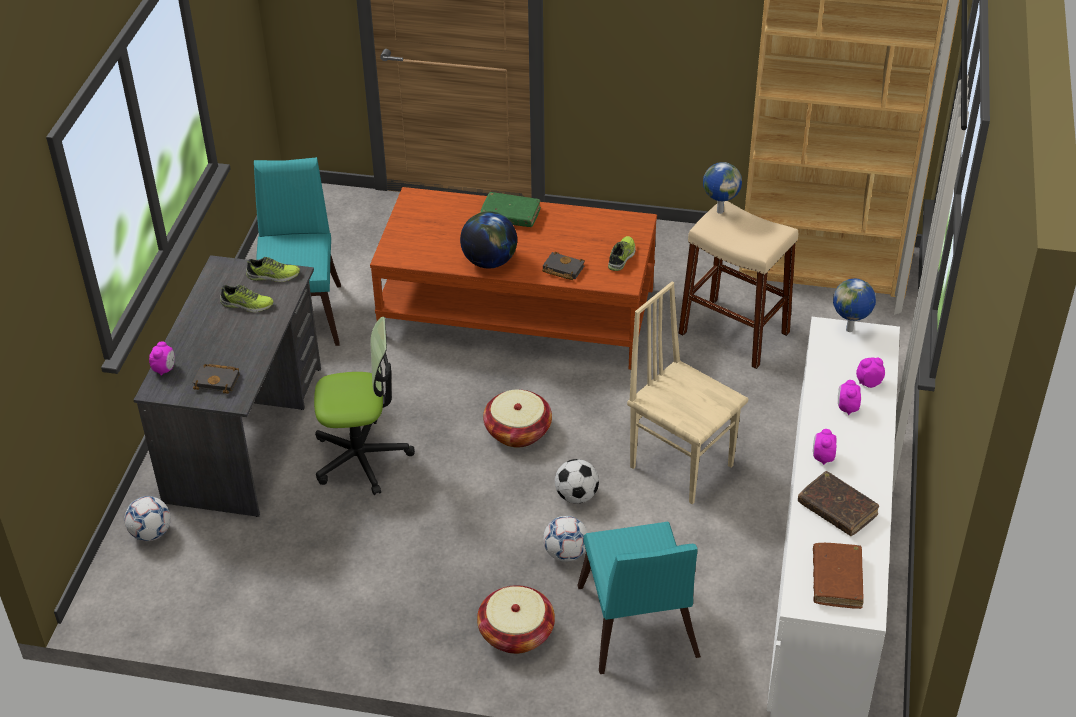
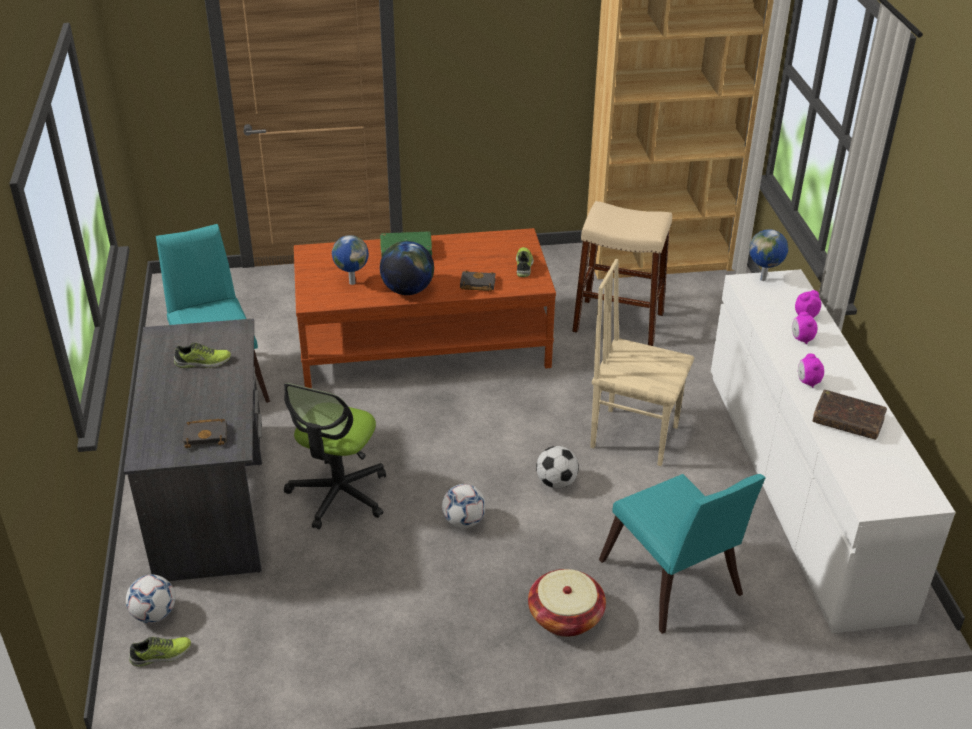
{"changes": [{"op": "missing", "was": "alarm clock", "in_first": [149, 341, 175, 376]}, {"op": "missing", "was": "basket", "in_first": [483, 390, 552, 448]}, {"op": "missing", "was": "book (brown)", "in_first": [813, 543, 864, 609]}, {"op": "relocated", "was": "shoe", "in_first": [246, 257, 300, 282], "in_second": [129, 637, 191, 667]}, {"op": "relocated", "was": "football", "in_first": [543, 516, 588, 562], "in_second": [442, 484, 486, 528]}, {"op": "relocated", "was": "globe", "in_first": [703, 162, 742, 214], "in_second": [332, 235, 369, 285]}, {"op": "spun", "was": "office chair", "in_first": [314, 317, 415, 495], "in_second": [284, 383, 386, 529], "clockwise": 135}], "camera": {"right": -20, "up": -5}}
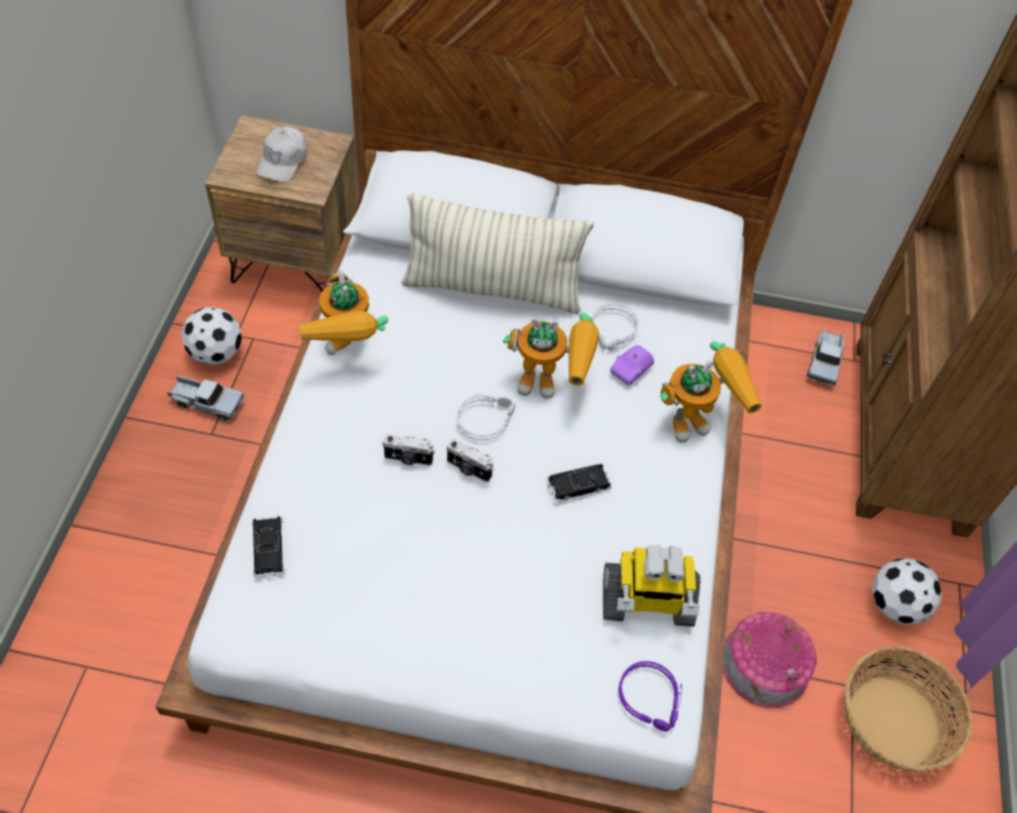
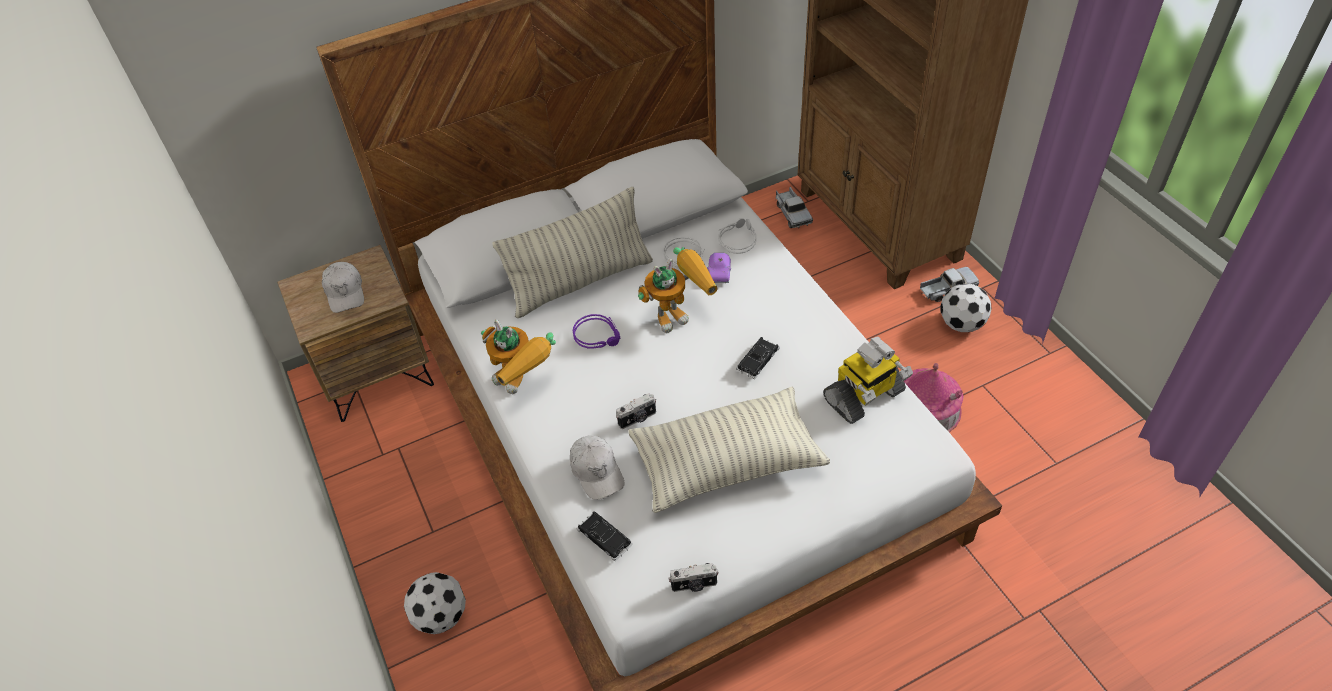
{"changes": [{"op": "missing", "was": "toy robot", "in_first": [660, 341, 762, 443]}, {"op": "missing", "was": "basket", "in_first": [844, 646, 973, 772]}, {"op": "appeared", "now": "cap (white)", "in_second": [570, 435, 625, 500]}, {"op": "appeared", "now": "pillow", "in_second": [628, 387, 830, 513]}, {"op": "relocated", "was": "toy truck", "in_first": [167, 375, 244, 421], "in_second": [920, 267, 979, 302]}, {"op": "relocated", "was": "football", "in_first": [181, 307, 242, 365], "in_second": [404, 572, 466, 634]}, {"op": "relocated", "was": "photo camera", "in_first": [447, 439, 494, 482], "in_second": [669, 563, 719, 592]}, {"op": "relocated", "was": "headphones (grey)", "in_first": [457, 394, 515, 441], "in_second": [718, 218, 756, 254]}, {"op": "relocated", "was": "headphones (purple)", "in_first": [618, 661, 682, 732], "in_second": [573, 314, 620, 349]}], "camera": {"right": -30, "up": -5}}
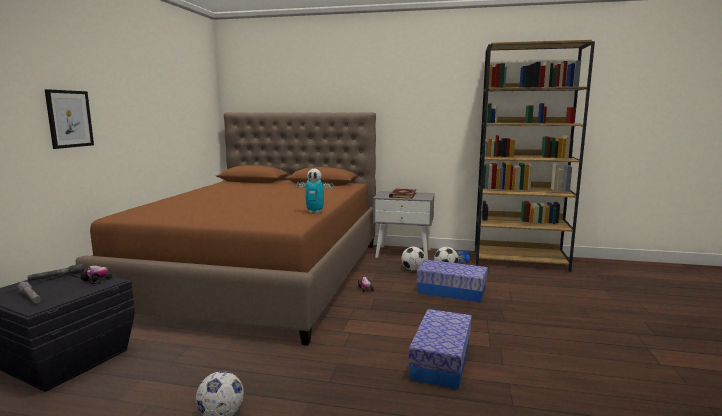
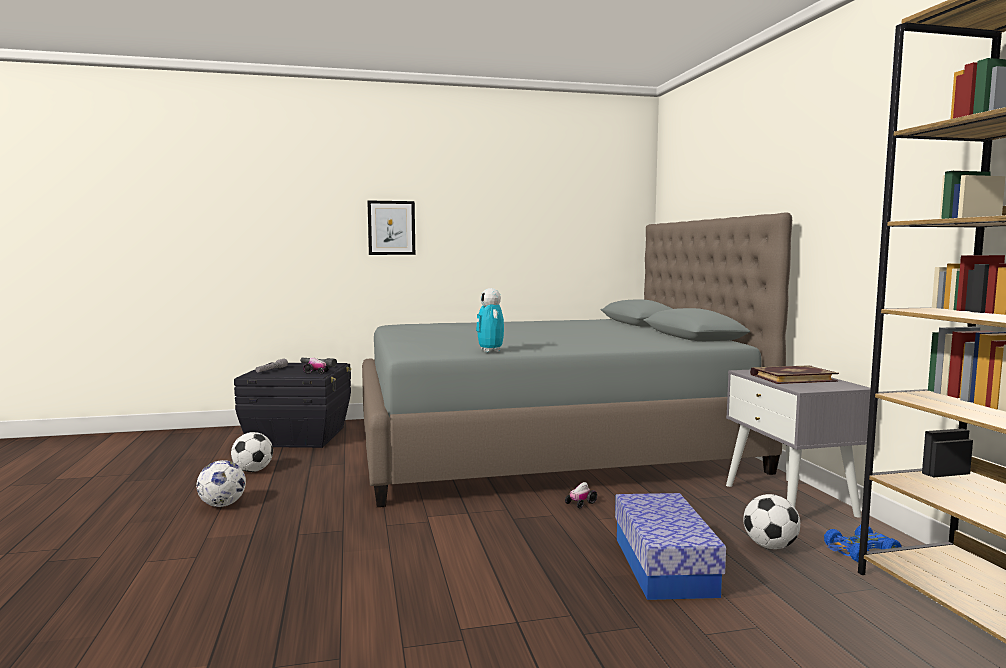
{"changes": [{"op": "missing", "was": "storage box", "in_first": [408, 309, 472, 390]}, {"op": "relocated", "was": "football", "in_first": [401, 247, 425, 271], "in_second": [231, 432, 273, 472]}, {"op": "colour", "was": "bed (brown)", "now": "bed (grey)", "in_first": [75, 112, 376, 345], "in_second": [362, 212, 792, 507]}], "camera": {"right": 65, "up": -5}}
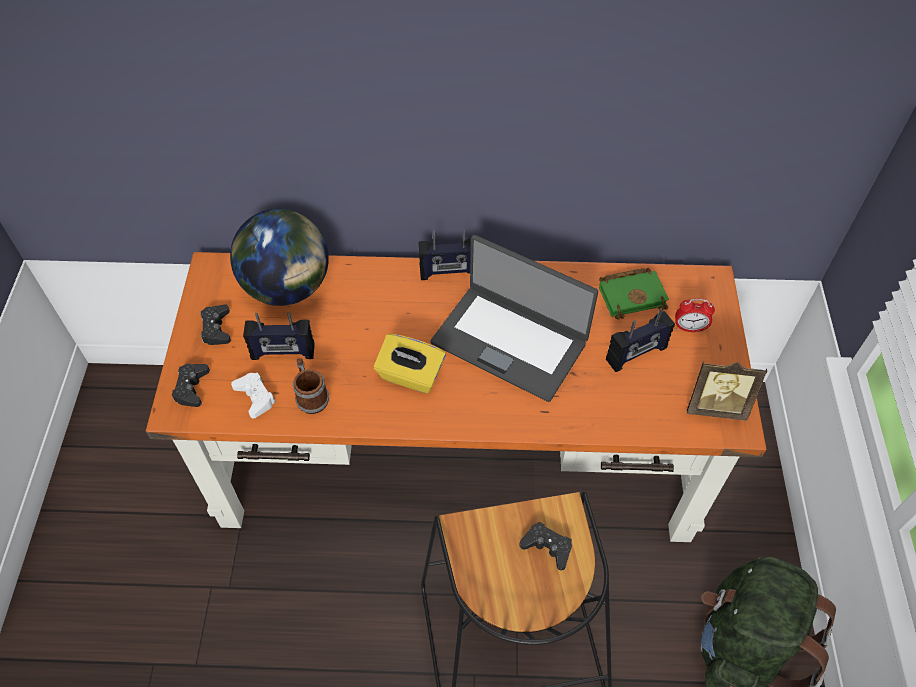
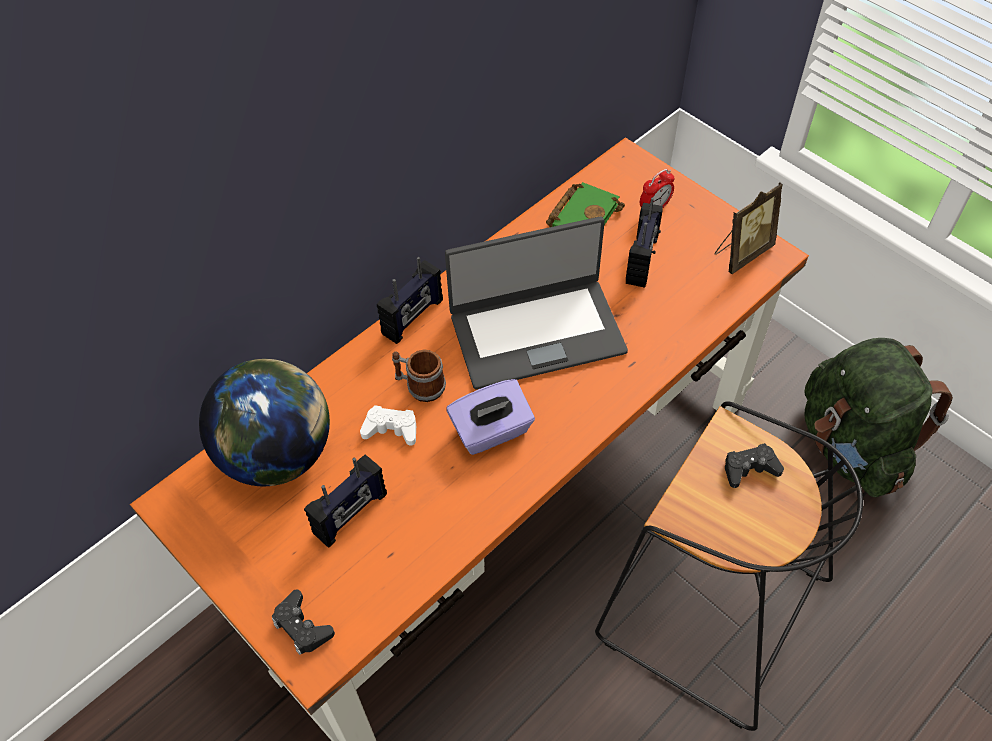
{"changes": [{"op": "missing", "was": "game controller (black)", "in_first": [201, 304, 231, 345]}, {"op": "relocated", "was": "game controller (white)", "in_first": [231, 373, 276, 418], "in_second": [360, 405, 416, 446]}, {"op": "relocated", "was": "mug", "in_first": [293, 358, 329, 414], "in_second": [392, 350, 446, 402]}, {"op": "colour", "was": "tissue box (yellow)", "now": "tissue box (purple)", "in_first": [374, 334, 446, 394], "in_second": [446, 379, 535, 455]}], "camera": {"right": -45, "up": 0}}
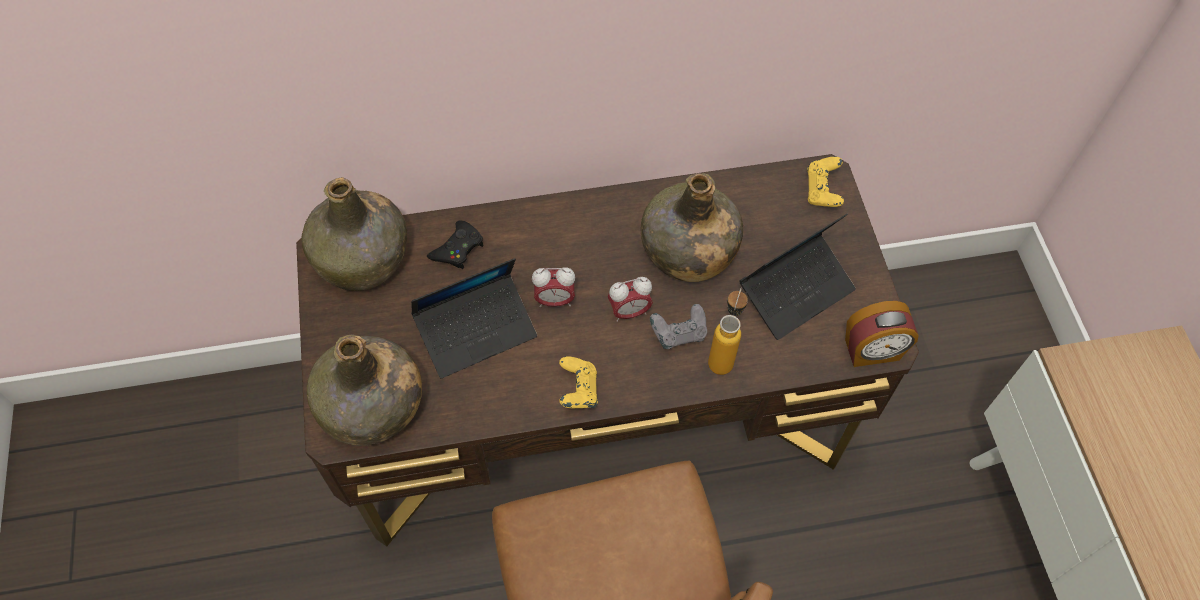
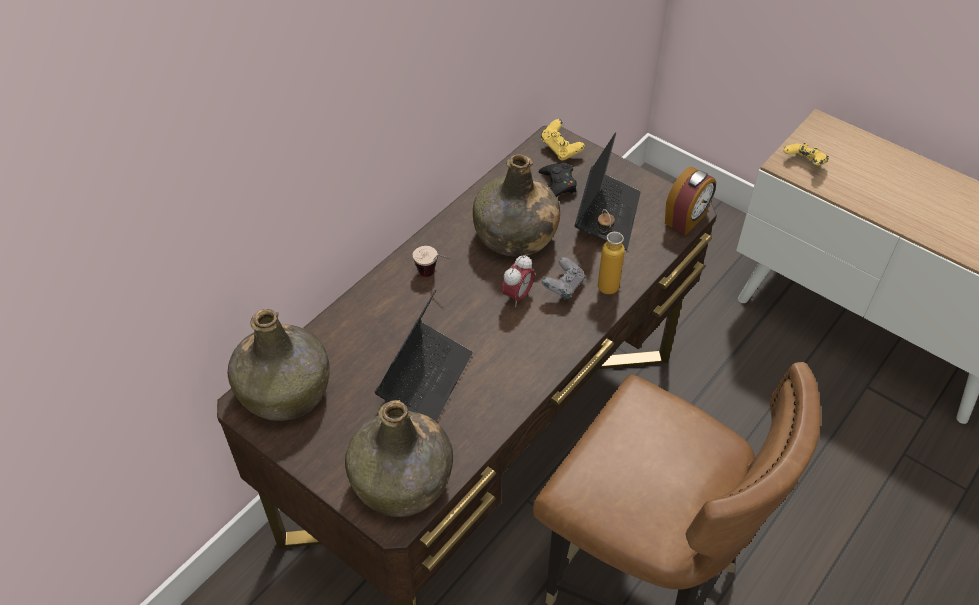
{"changes": [{"op": "missing", "was": "alarm clock", "in_first": [532, 267, 575, 307]}, {"op": "appeared", "now": "cup", "in_second": [413, 246, 450, 277]}, {"op": "relocated", "was": "game controller (black)", "in_first": [427, 221, 484, 269], "in_second": [539, 163, 577, 197]}, {"op": "relocated", "was": "game controller (yellow)", "in_first": [559, 356, 598, 408], "in_second": [783, 143, 829, 166]}], "camera": {"right": -40, "up": -10}}
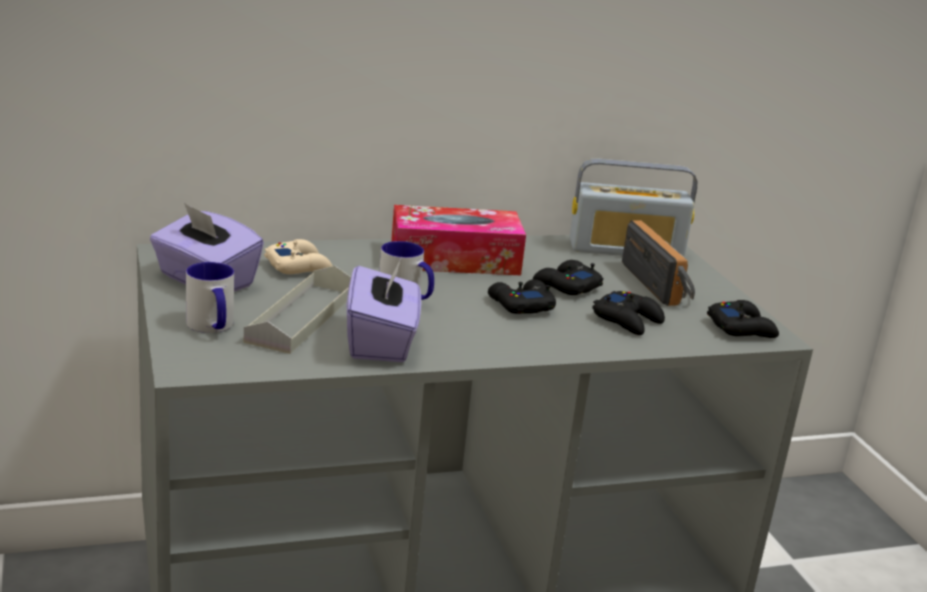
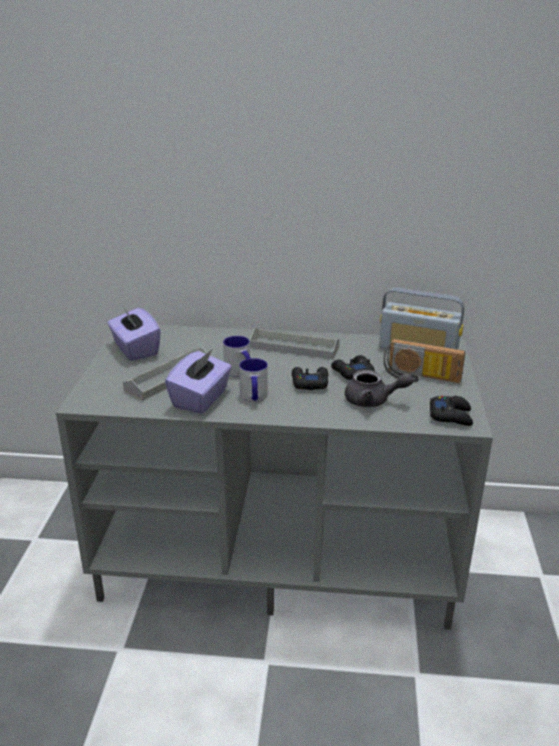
{"changes": [{"op": "missing", "was": "game controller (beige)", "in_first": [264, 239, 332, 274]}, {"op": "relocated", "was": "mug", "in_first": [186, 262, 234, 333], "in_second": [239, 358, 268, 402]}, {"op": "exchanged", "was": "tissue box", "now": "tray (grey)", "in_first": [391, 205, 526, 275], "in_second": [250, 328, 340, 359]}, {"op": "exchanged", "was": "game controller (black)", "now": "teapot (grey)", "in_first": [592, 291, 665, 335], "in_second": [345, 370, 413, 407]}, {"op": "spun", "was": "radio", "in_first": [622, 220, 695, 306], "in_second": [383, 339, 465, 383], "clockwise": 105}], "camera": {"right": 25, "up": 5}}
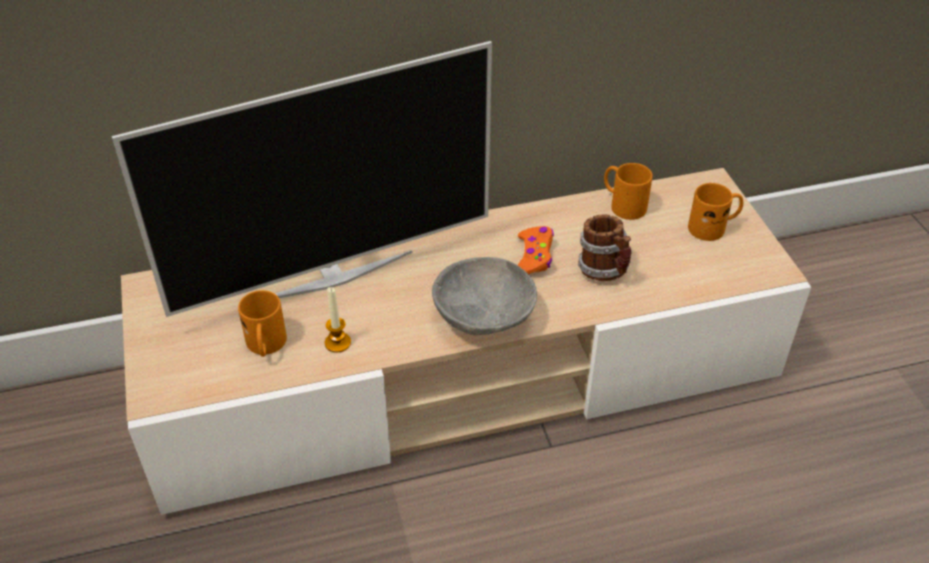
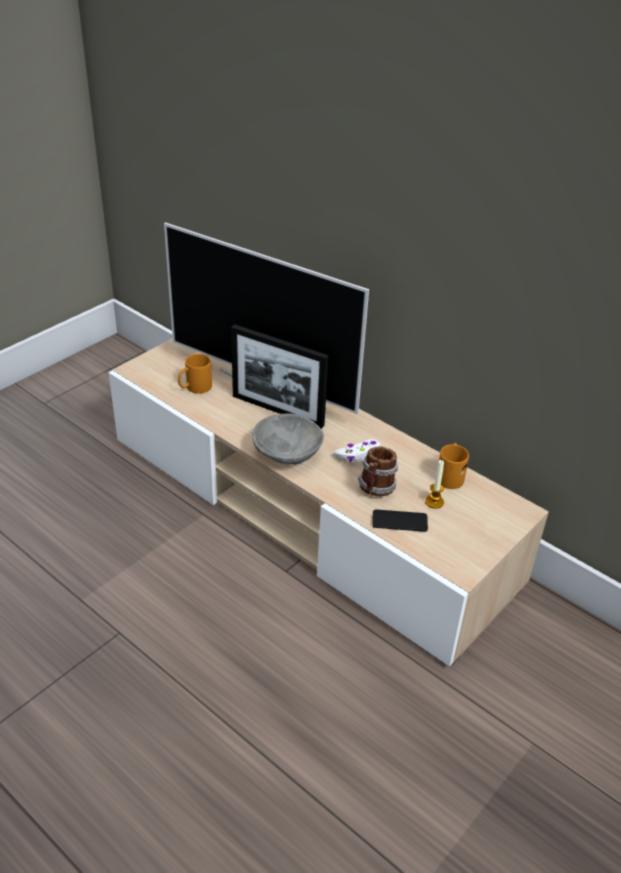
{"changes": [{"op": "missing", "was": "mug (orange)", "in_first": [688, 183, 743, 241]}, {"op": "appeared", "now": "picture frame", "in_second": [231, 324, 329, 429]}, {"op": "appeared", "now": "phone", "in_second": [372, 509, 428, 532]}, {"op": "relocated", "was": "candle", "in_first": [325, 287, 351, 353], "in_second": [425, 460, 444, 509]}, {"op": "colour", "was": "game controller (orange)", "now": "game controller (white)", "in_first": [518, 226, 554, 274], "in_second": [333, 439, 381, 462]}], "camera": {"right": 55, "up": -5}}
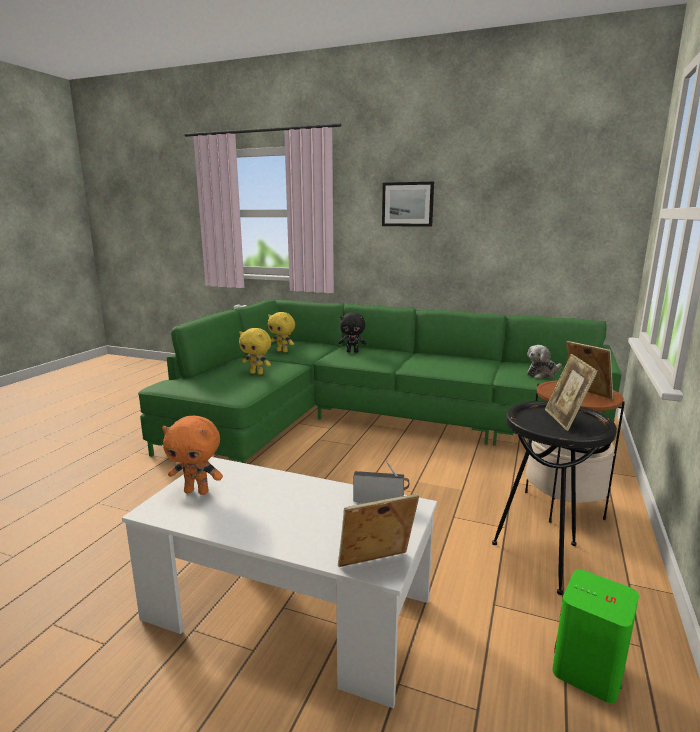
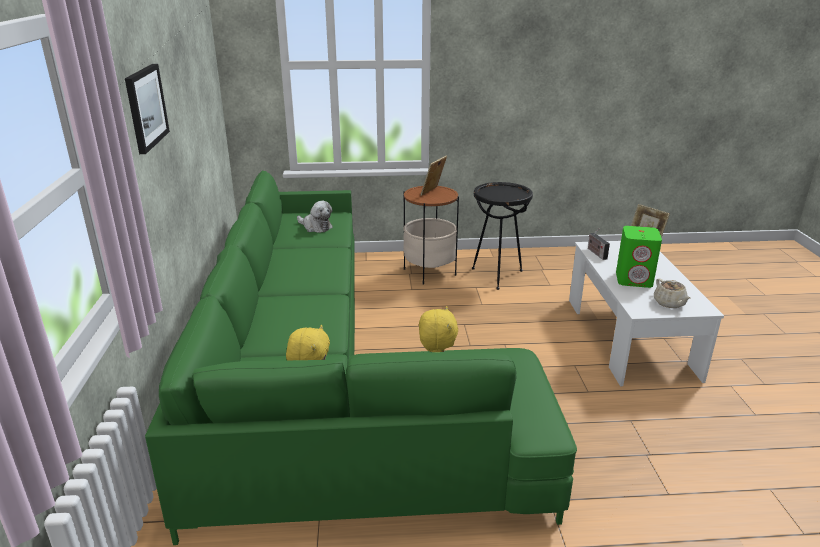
{"changes": [{"op": "missing", "was": "plush toy (black)", "in_first": [339, 312, 366, 353]}, {"op": "missing", "was": "picture frame", "in_first": [545, 354, 598, 431]}, {"op": "relocated", "was": "speaker (green)", "in_first": [552, 570, 639, 703], "in_second": [616, 226, 662, 288]}, {"op": "exchanged", "was": "plush toy (orange)", "now": "teapot (beige)", "in_first": [162, 416, 223, 495], "in_second": [654, 278, 691, 308]}], "camera": {"right": -115, "up": 10}}
